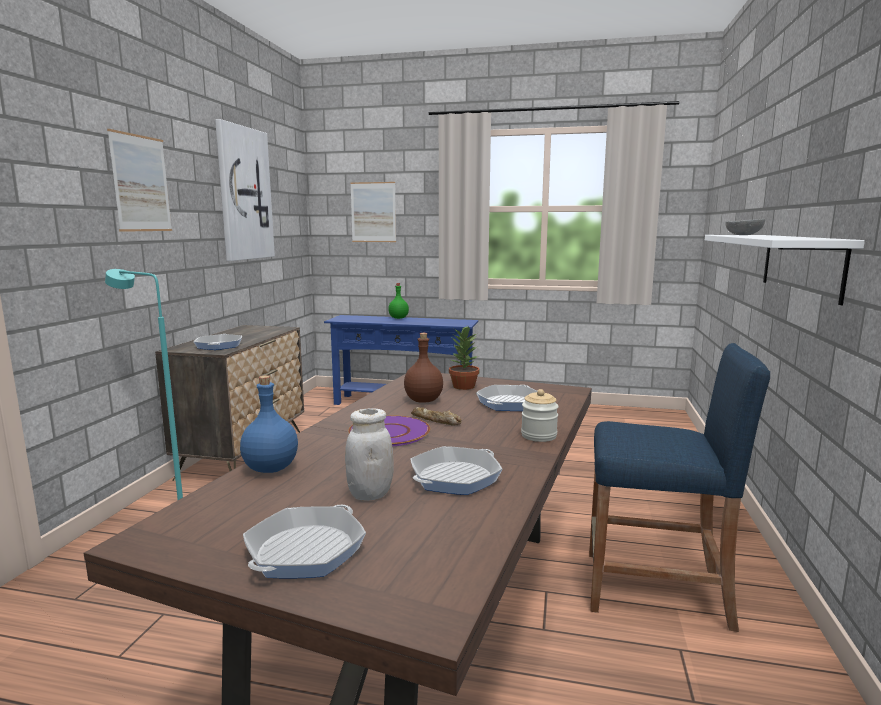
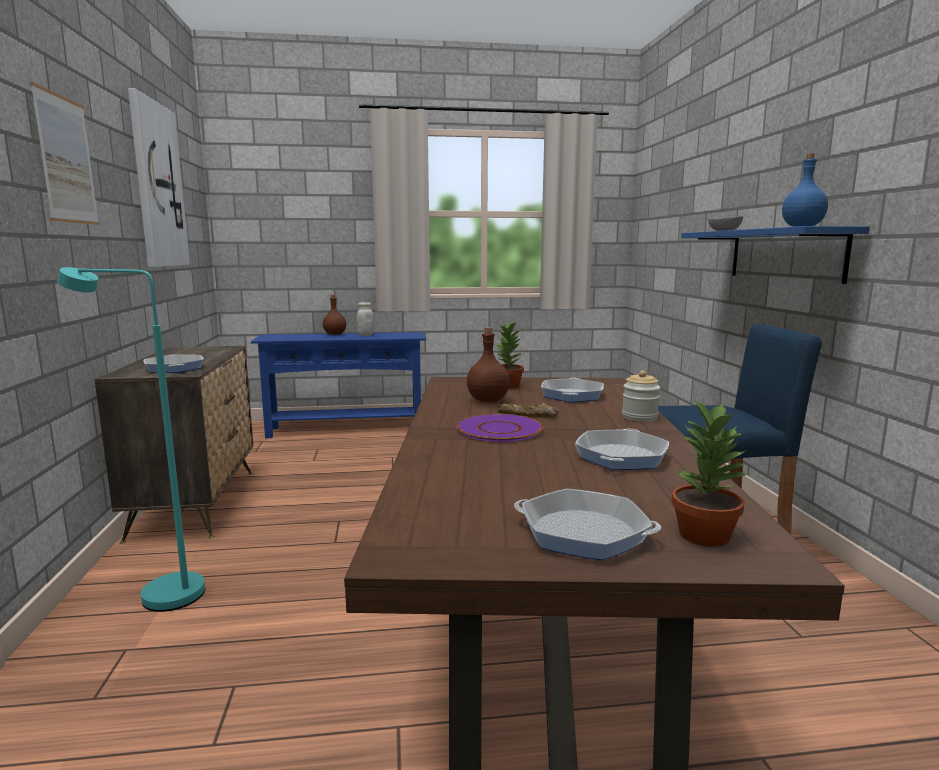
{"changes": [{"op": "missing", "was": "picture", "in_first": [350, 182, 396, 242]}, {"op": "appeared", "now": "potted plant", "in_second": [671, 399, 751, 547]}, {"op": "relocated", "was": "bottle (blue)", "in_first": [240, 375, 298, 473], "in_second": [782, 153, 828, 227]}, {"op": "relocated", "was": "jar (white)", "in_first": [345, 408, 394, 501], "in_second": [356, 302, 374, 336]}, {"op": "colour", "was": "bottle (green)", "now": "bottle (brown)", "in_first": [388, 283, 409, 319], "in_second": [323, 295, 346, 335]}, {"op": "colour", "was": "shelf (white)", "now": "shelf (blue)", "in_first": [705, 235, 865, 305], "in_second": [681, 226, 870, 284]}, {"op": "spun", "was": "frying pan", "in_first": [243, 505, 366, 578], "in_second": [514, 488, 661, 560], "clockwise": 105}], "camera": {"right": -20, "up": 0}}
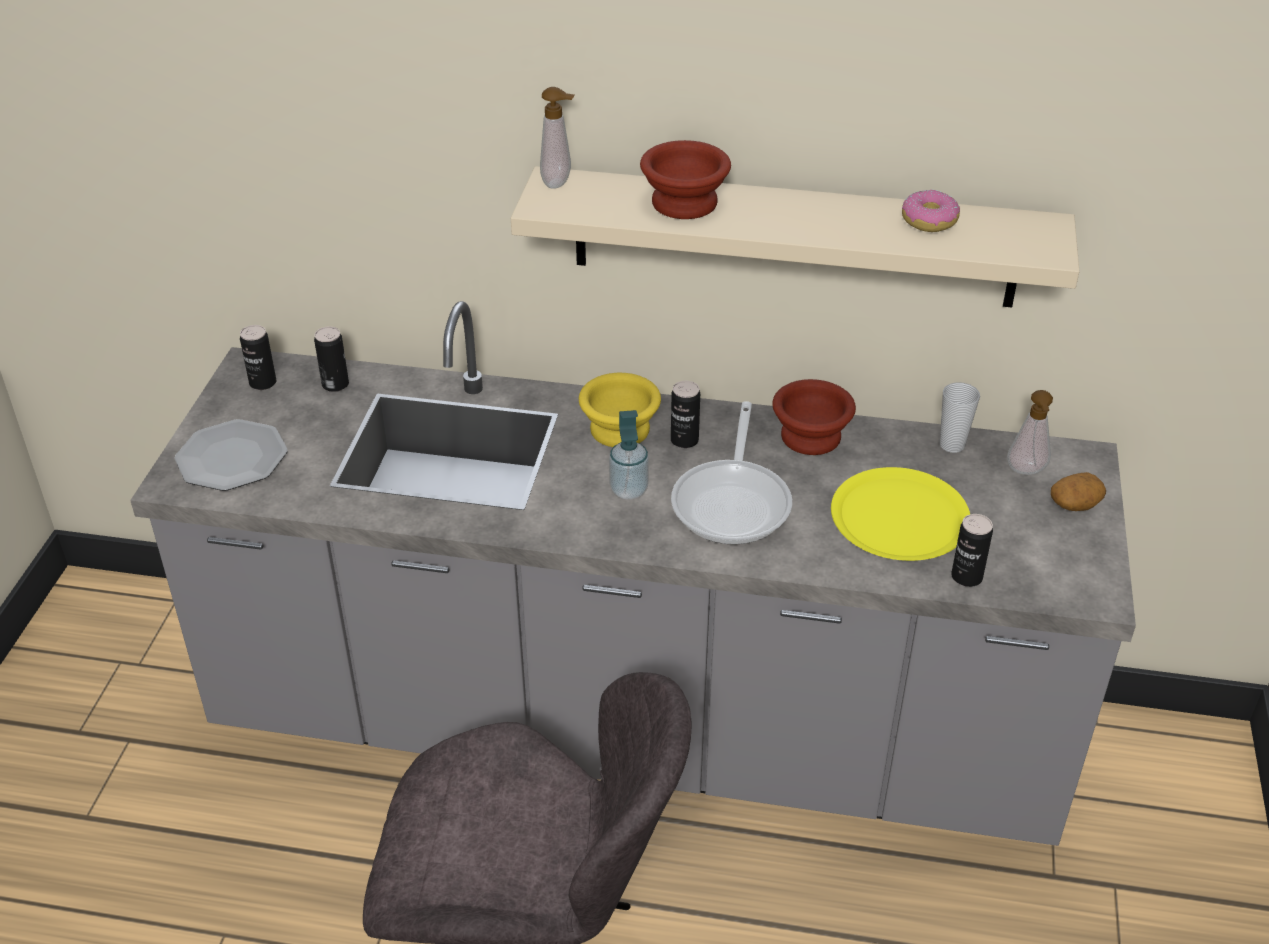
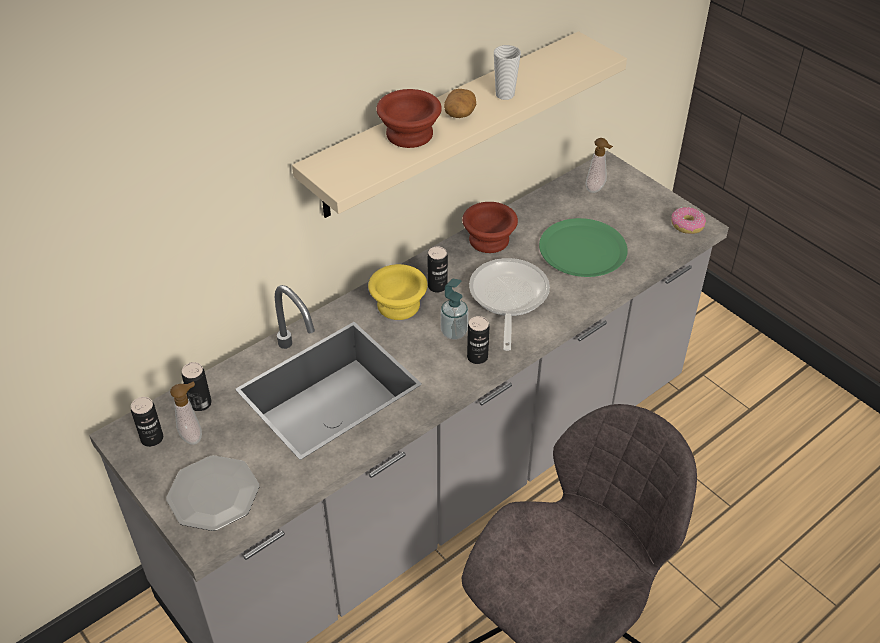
{"changes": [{"op": "relocated", "was": "soap dispenser", "in_first": [540, 87, 575, 189], "in_second": [170, 382, 202, 445]}, {"op": "relocated", "was": "donut", "in_first": [902, 190, 960, 232], "in_second": [671, 207, 706, 234]}, {"op": "relocated", "was": "cup", "in_first": [940, 382, 980, 453], "in_second": [494, 45, 521, 100]}, {"op": "relocated", "was": "can", "in_first": [951, 514, 993, 587], "in_second": [467, 316, 489, 364]}, {"op": "relocated", "was": "potato", "in_first": [1051, 472, 1106, 511], "in_second": [444, 89, 476, 118]}, {"op": "colour", "was": "plate (yellow)", "now": "plate (green)", "in_first": [831, 467, 970, 561], "in_second": [539, 218, 628, 277]}, {"op": "spun", "was": "frying pan", "in_first": [671, 401, 792, 545], "in_second": [469, 258, 550, 351], "clockwise": -135}], "camera": {"right": -50, "up": 5}}
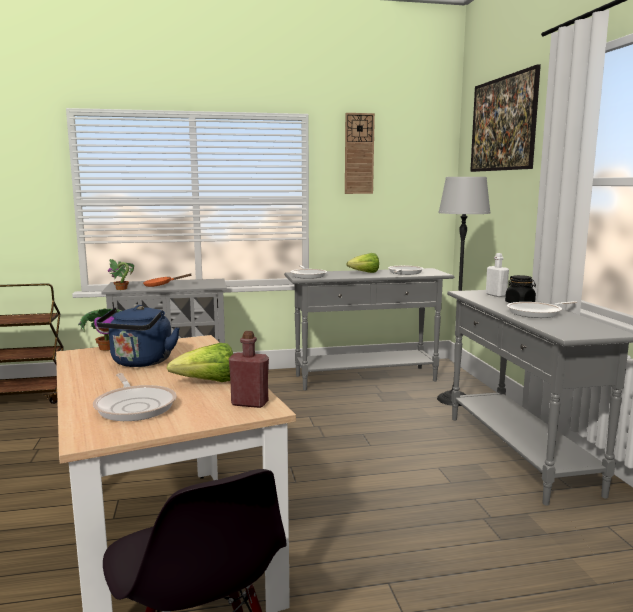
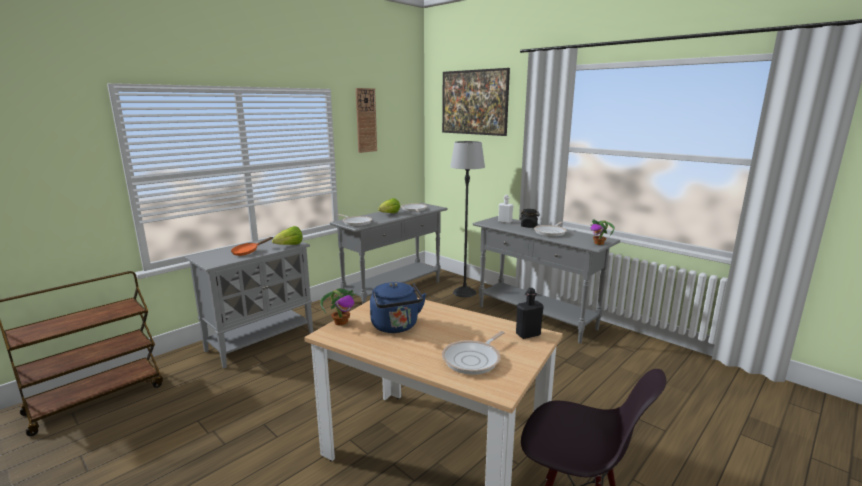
{"changes": [{"op": "relocated", "was": "potted plant", "in_first": [108, 259, 134, 290], "in_second": [590, 220, 615, 245]}, {"op": "relocated", "was": "lettuce", "in_first": [167, 343, 233, 382], "in_second": [272, 226, 303, 245]}, {"op": "colour", "was": "bottle (red)", "now": "bottle (black)", "in_first": [229, 331, 269, 408], "in_second": [516, 288, 544, 339]}, {"op": "spun", "was": "frying pan", "in_first": [93, 373, 177, 421], "in_second": [442, 331, 505, 375], "clockwise": 105}], "camera": {"right": -35, "up": 5}}
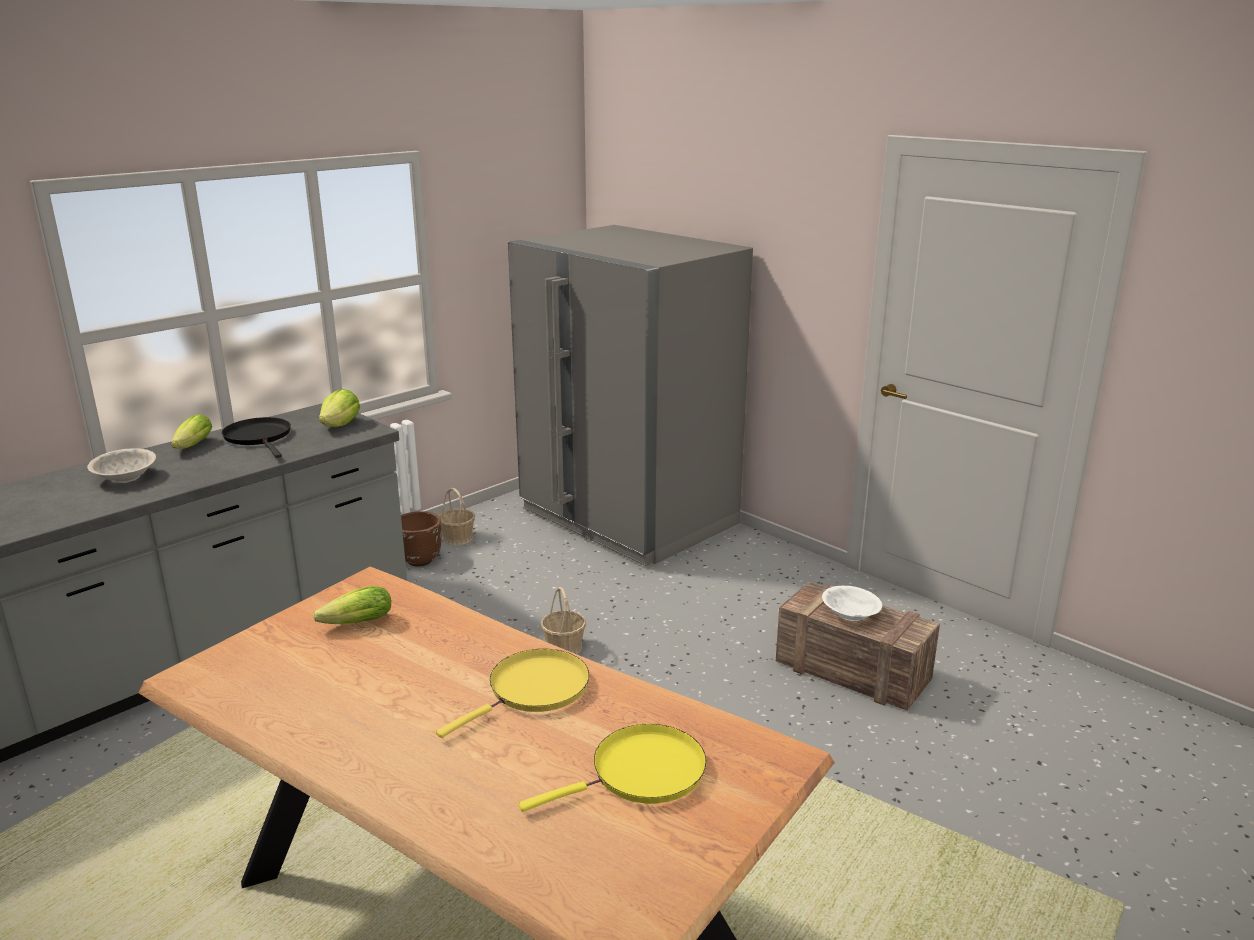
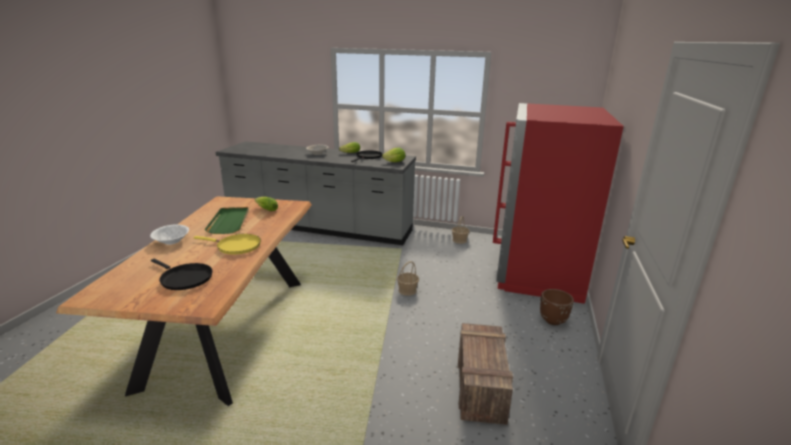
{"changes": [{"op": "appeared", "now": "tray (green)", "in_second": [205, 207, 249, 234]}, {"op": "relocated", "was": "planter (brown)", "in_first": [401, 511, 442, 567], "in_second": [540, 289, 574, 325]}, {"op": "relocated", "was": "bowl (white)", "in_first": [822, 586, 882, 621], "in_second": [150, 225, 189, 245]}, {"op": "colour", "was": "fridge (grey)", "now": "fridge (red)", "in_first": [508, 225, 753, 566], "in_second": [493, 103, 624, 304]}, {"op": "colour", "was": "frying pan (yellow)", "now": "frying pan (black)", "in_first": [518, 724, 707, 812], "in_second": [151, 259, 213, 290]}], "camera": {"right": 60, "up": 0}}
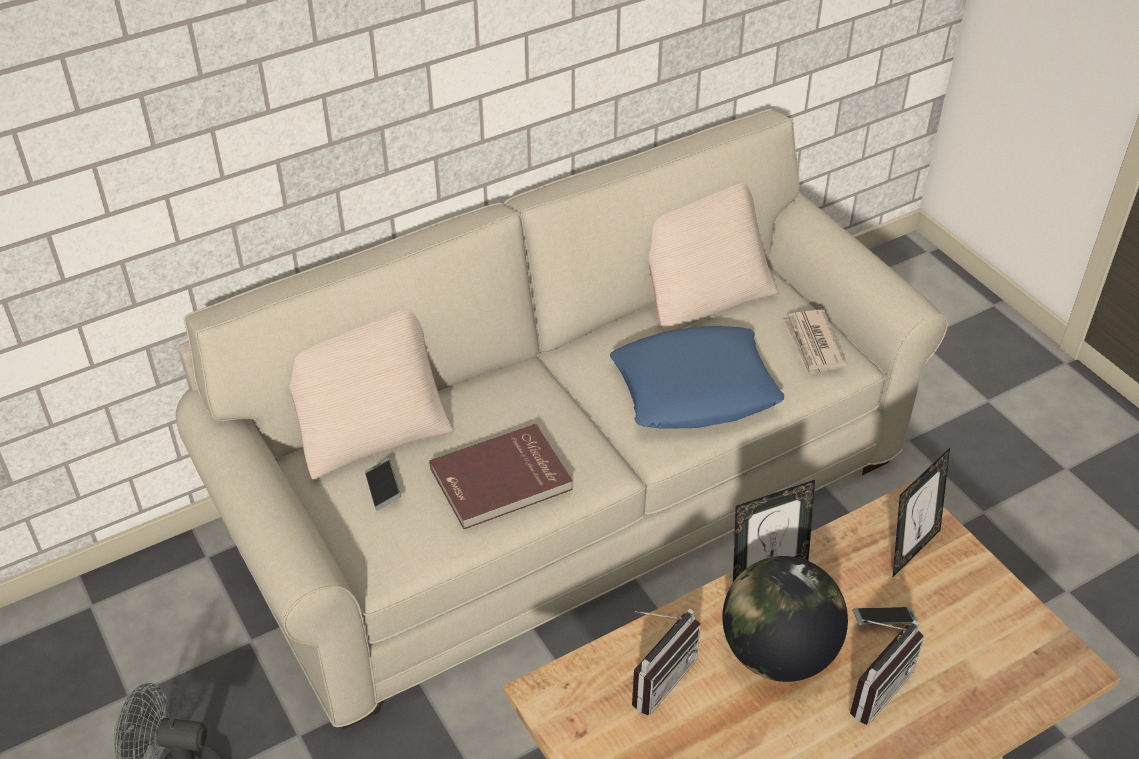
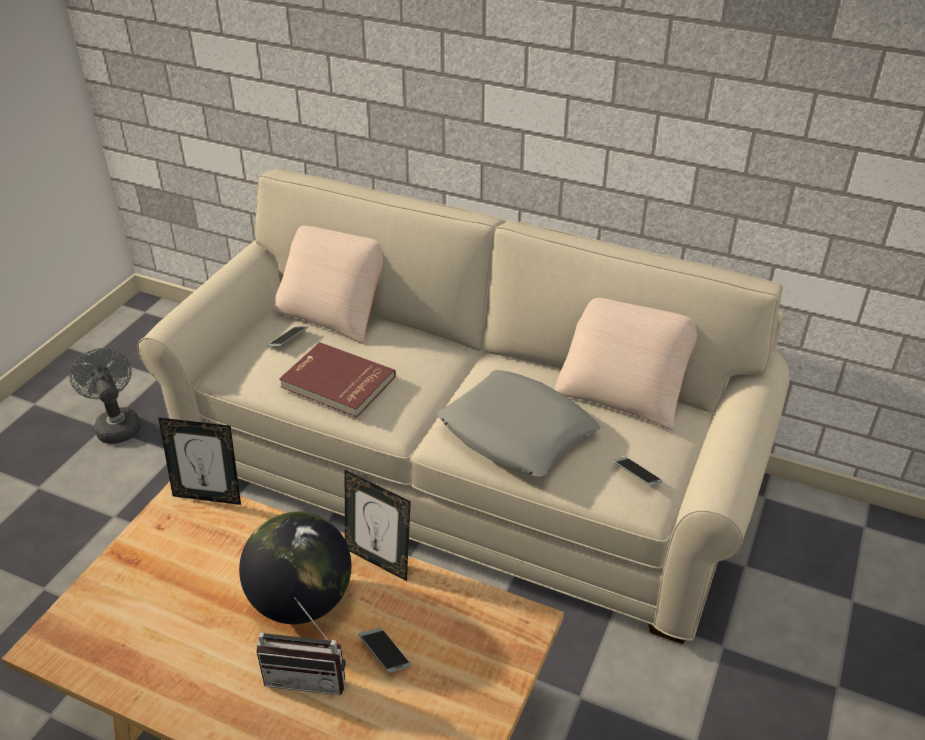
{"changes": [{"op": "missing", "was": "radio", "in_first": [632, 608, 701, 715]}, {"op": "relocated", "was": "picture frame", "in_first": [893, 448, 950, 577], "in_second": [158, 417, 241, 505]}, {"op": "exchanged", "was": "newspaper", "now": "phone", "in_first": [783, 310, 847, 375], "in_second": [613, 457, 663, 486]}, {"op": "colour", "was": "pillow (blue)", "now": "pillow (grey)", "in_first": [610, 326, 784, 429], "in_second": [437, 370, 600, 477]}], "camera": {"right": 55, "up": -5}}
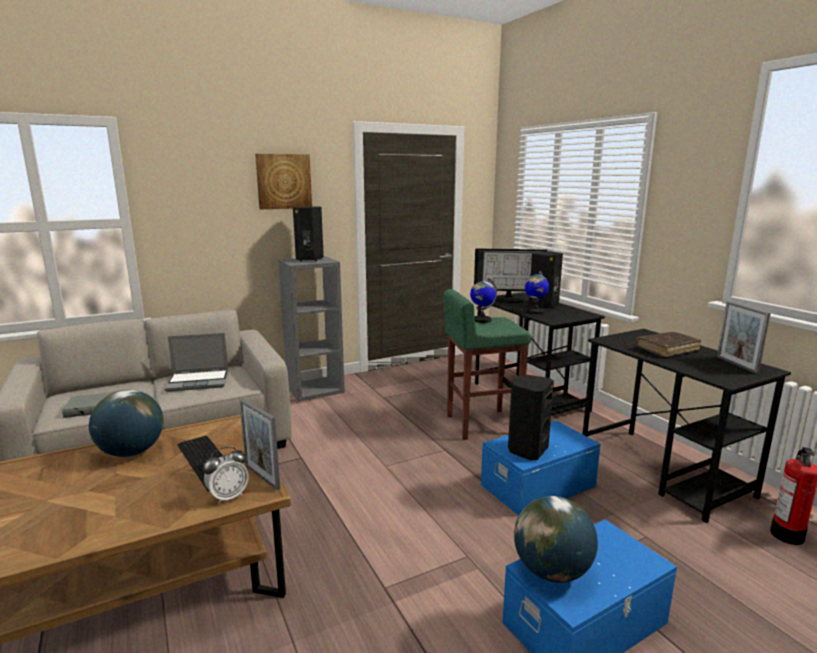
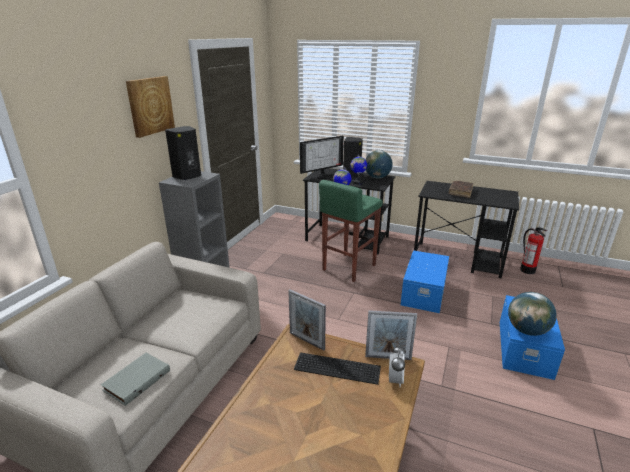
{"changes": [{"op": "missing", "was": "laptop", "in_first": [164, 333, 229, 392]}, {"op": "missing", "was": "speaker (black)", "in_first": [508, 375, 554, 460]}, {"op": "relocated", "was": "globe", "in_first": [89, 390, 164, 457], "in_second": [365, 150, 393, 178]}, {"op": "relocated", "was": "picture frame", "in_first": [717, 301, 771, 374], "in_second": [288, 289, 326, 351]}], "camera": {"right": -40, "up": 10}}
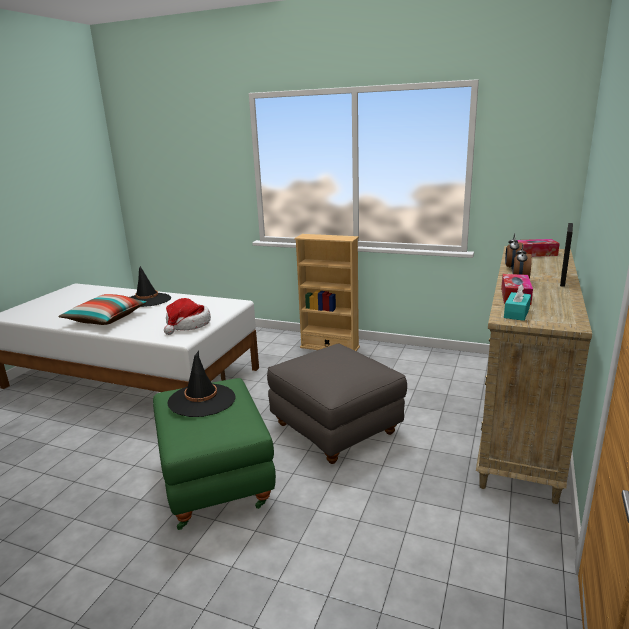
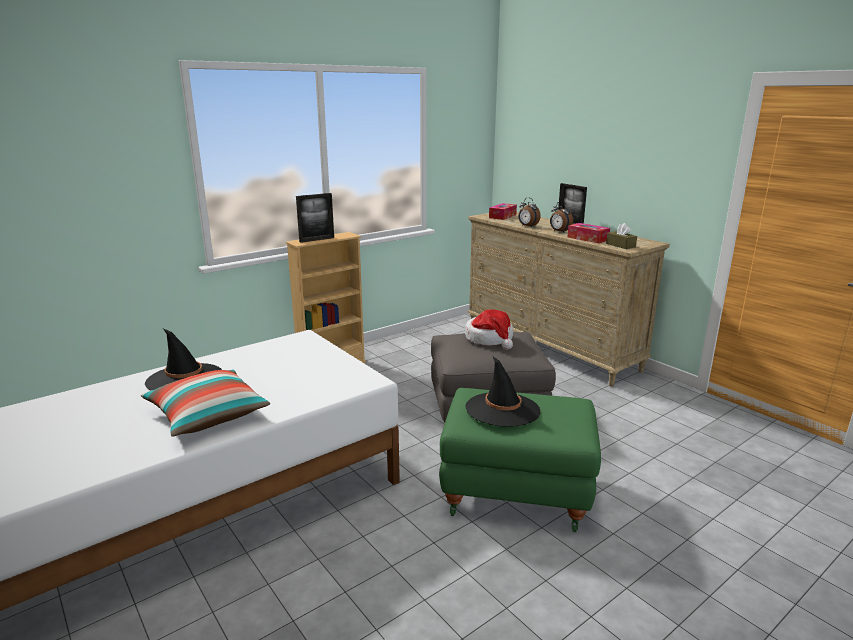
{"changes": [{"op": "appeared", "now": "picture frame", "in_second": [296, 193, 334, 243]}, {"op": "relocated", "was": "hat", "in_first": [164, 298, 211, 335], "in_second": [465, 310, 513, 350]}, {"op": "colour", "was": "tissue box (turquoise)", "now": "tissue box (brown)", "in_first": [504, 284, 531, 321], "in_second": [606, 223, 637, 249]}], "camera": {"right": -60, "up": 0}}
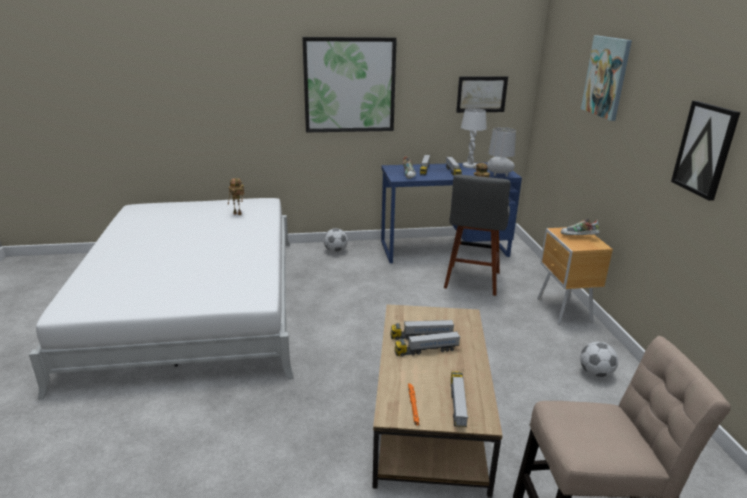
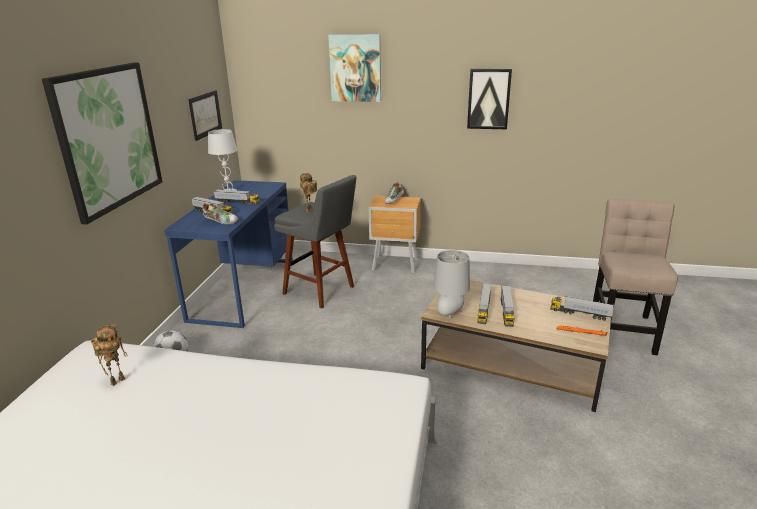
{"changes": [{"op": "missing", "was": "football", "in_first": [580, 342, 618, 378]}, {"op": "relocated", "was": "table lamp (grey)", "in_first": [487, 127, 516, 177], "in_second": [434, 250, 470, 318]}], "camera": {"right": -70, "up": 0}}
